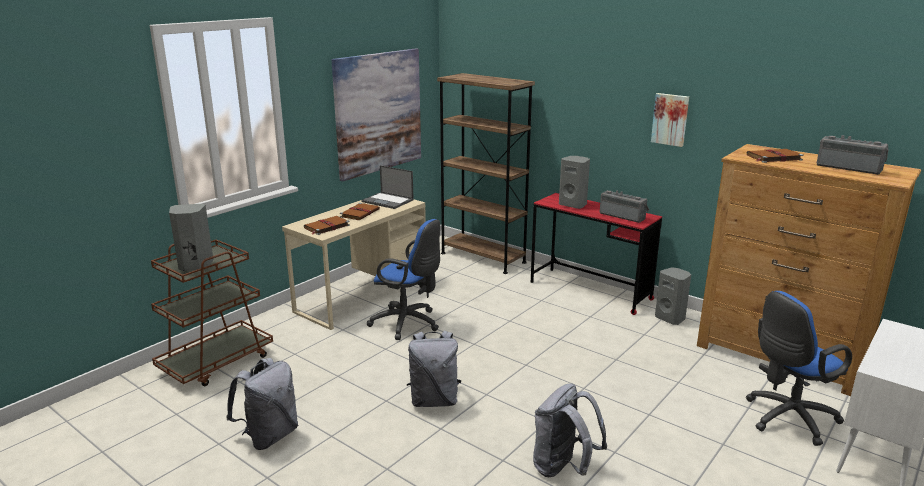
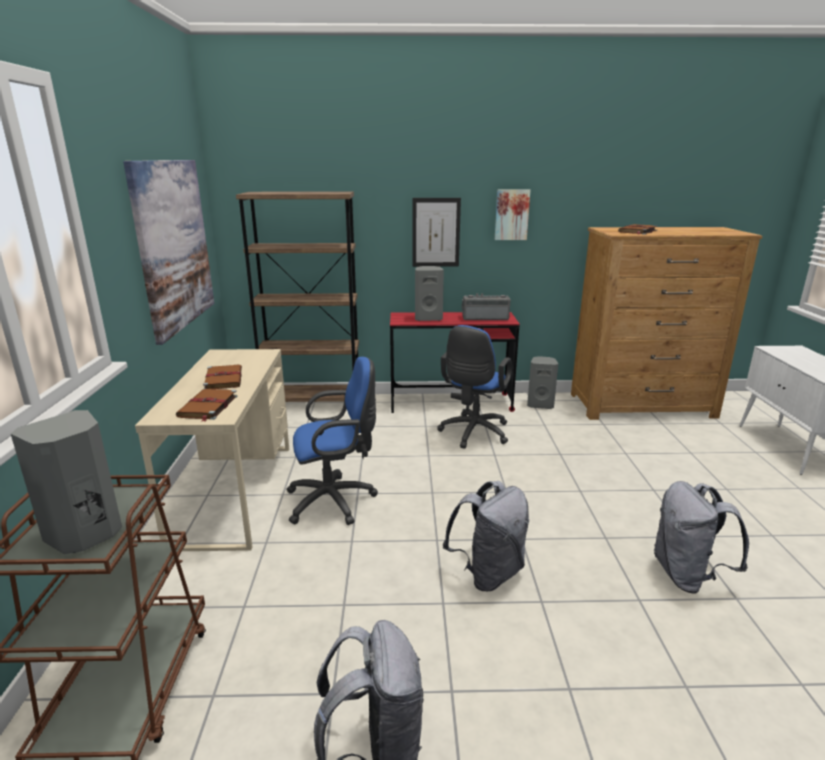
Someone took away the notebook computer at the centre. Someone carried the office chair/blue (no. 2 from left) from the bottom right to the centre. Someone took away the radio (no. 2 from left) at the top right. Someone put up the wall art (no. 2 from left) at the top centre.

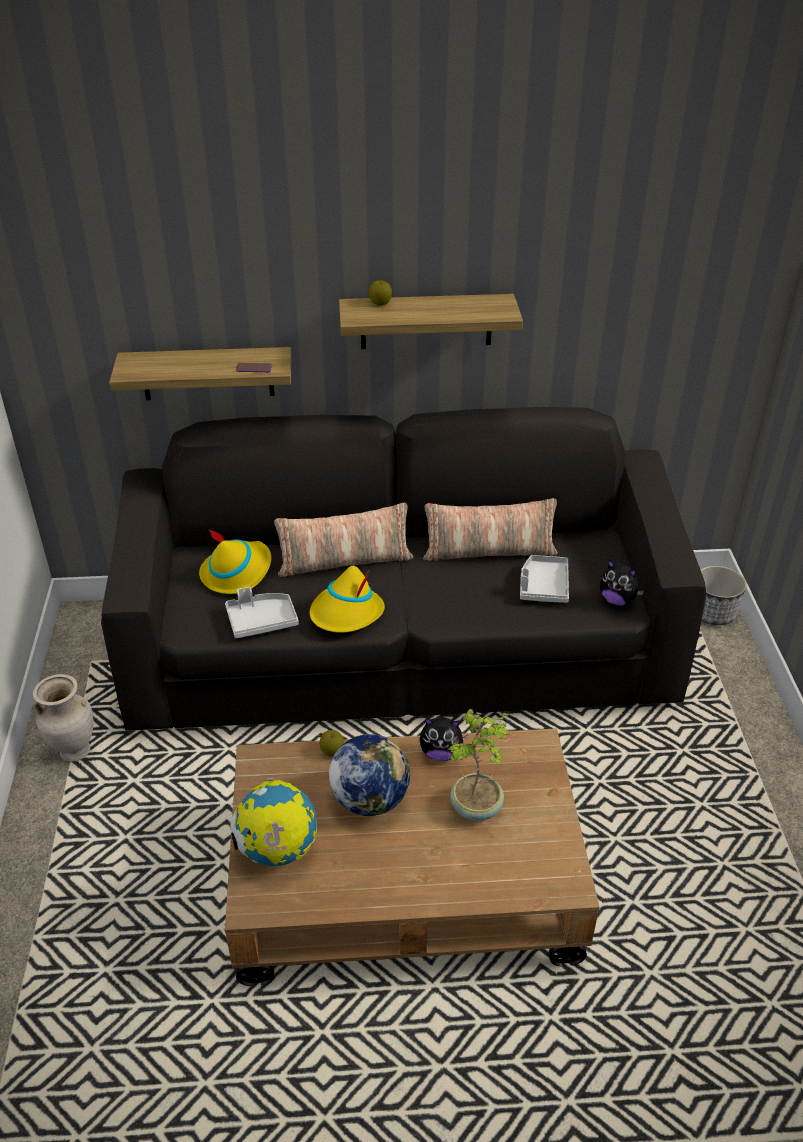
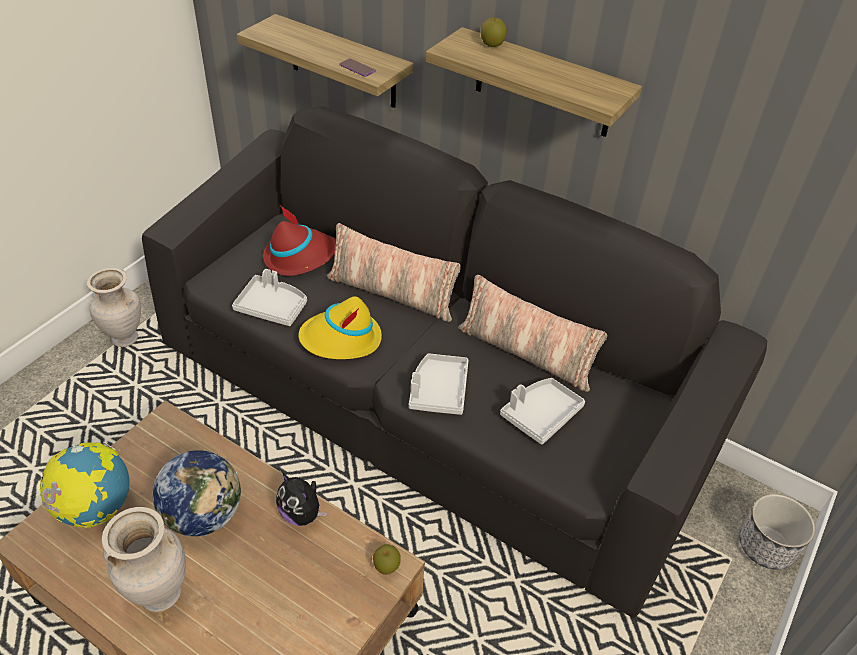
Someone repainted the clothing hat/yellow (no. 1 from left) at the middle left, which became the clothing hat/red at the centre. Someone carried the whole apple (no. 1 from left) from the centre to the bottom centre. Someone took away the plant in a pot at the bottom centre. Someone took away the plush toy (no. 2 from left) at the middle right. Someone put down the decorative vase/beige (no. 2 from left) at the bottom left. Someone put down the carrying tray/gray (no. 2 from left) at the centre.

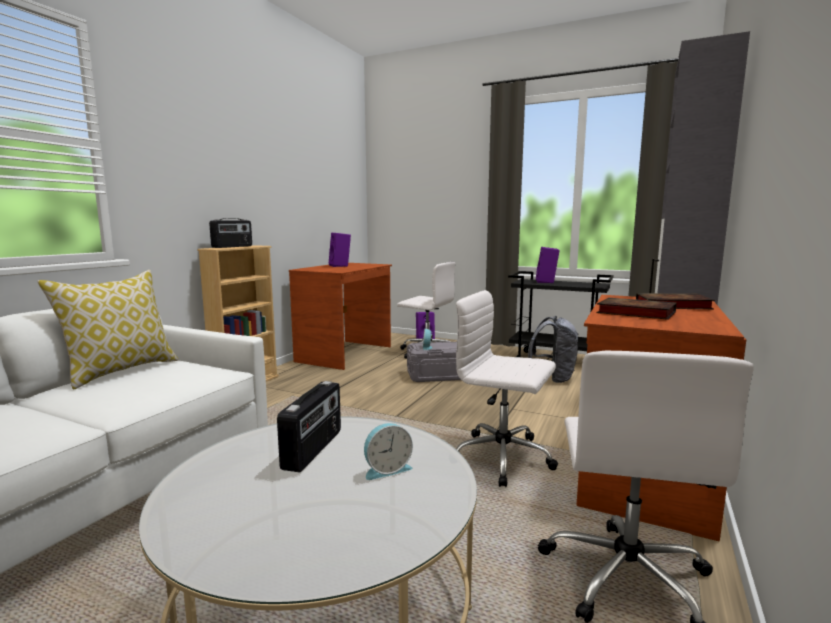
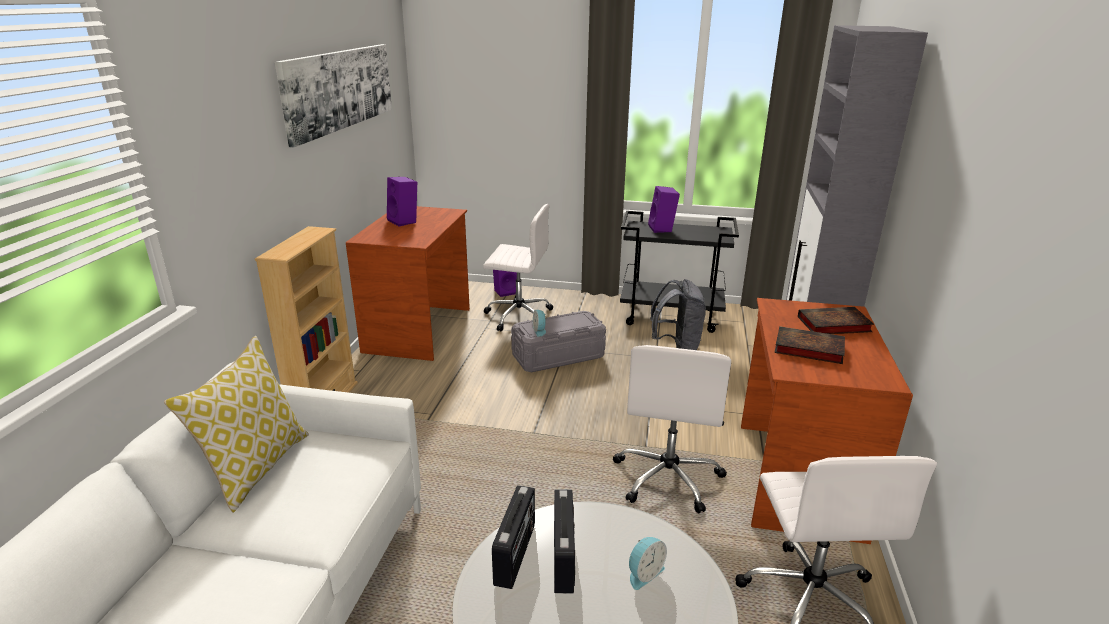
Someone carried the radio (no. 1 from left) from the middle left to the bottom centre. Someone rotated the office chair/white-coloured (no. 2 from left) at the centre by 90 degrees counterclockwise. Someone put up the wall art at the top left.

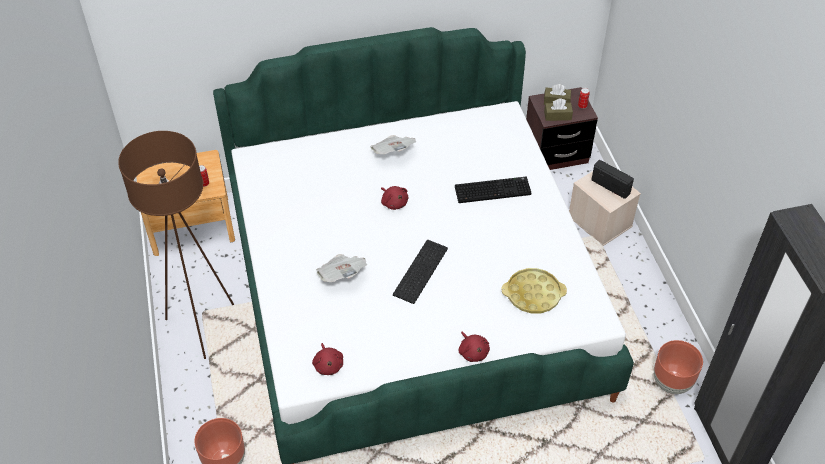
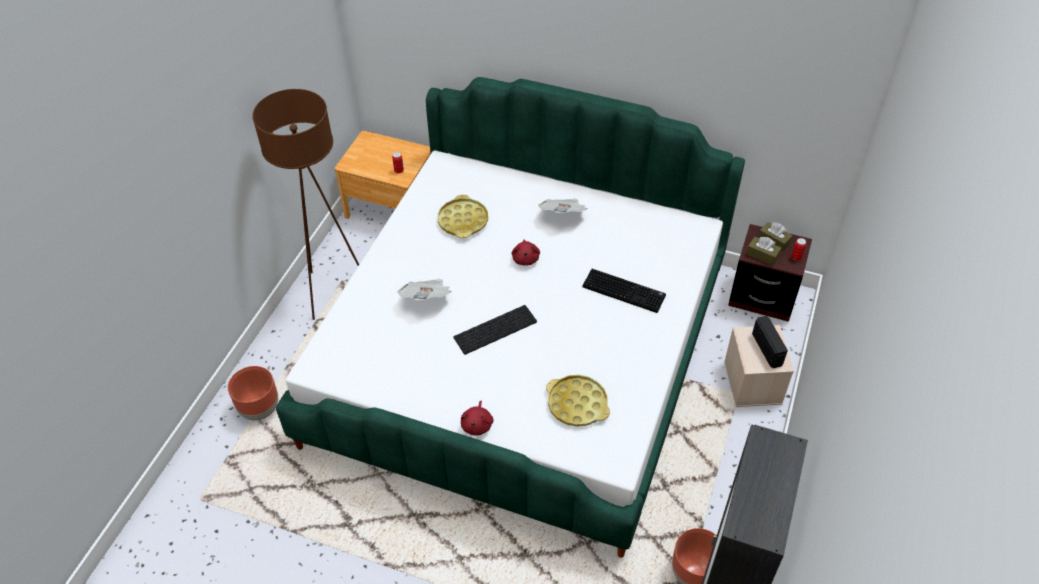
Someone took away the plush toy/red (no. 1 from left) at the bottom centre. Someone put down the carrying tray/yellow (no. 1 from left) at the centre.

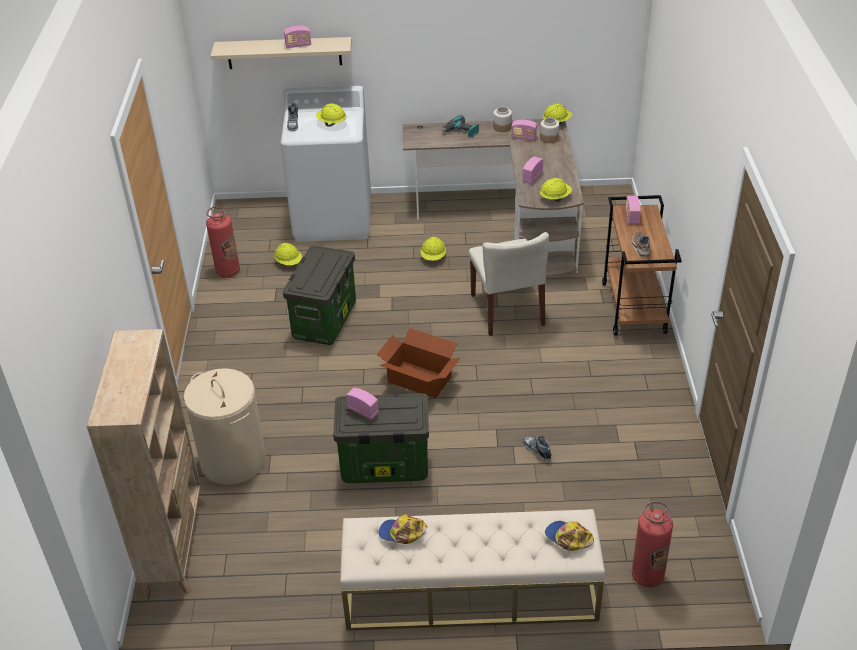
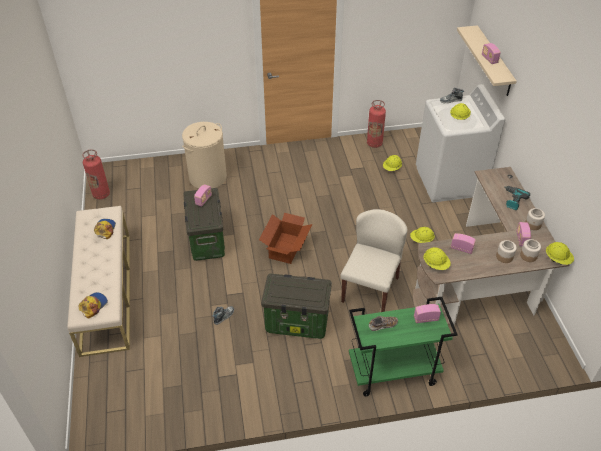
Someone took away the shelving unit/beige at the bottom left. Someone carried the storage box (no. 1 from left in the first image) from the centre to the bottom centre. Someone rotated the upright chair/beige at the centre by 135 degrees clockwise. Someone repainted the wheeled cart/brown at the middle right, which became the wheeled cart/greenish at the bottom right. Someone carried the extinguisher (no. 2 from left in the first image) from the bottom right to the middle left. Someone put down the storage jar (no. 1 from left) at the middle right.

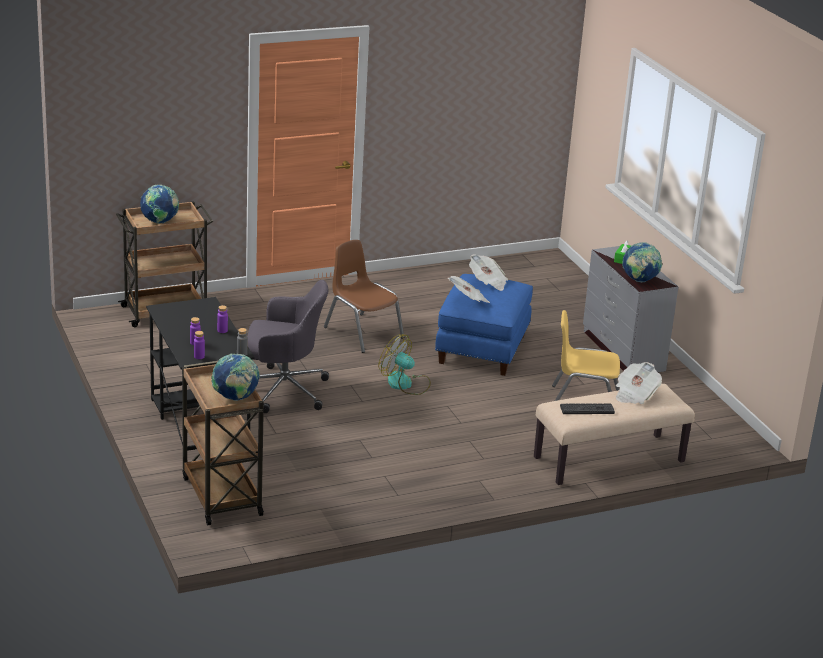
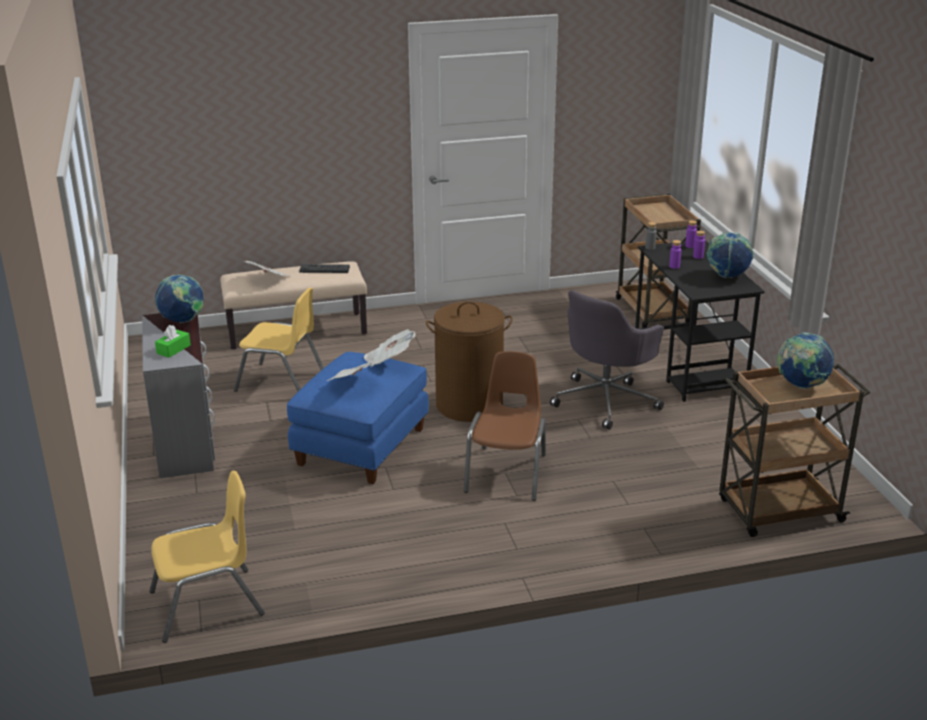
Someone carried the world globe (no. 2 from left) from the middle left to the middle right. Someone rotated the office chair/gray at the centre by 60 degrees counterclockwise. Someone rotated the upright chair/brown at the centre by 135 degrees counterclockwise. Someone swapped the electric fan at the centre for the laundry basket/brown at the centre. Someone put down the upright chair/yellow (no. 1 from left) at the bottom left.

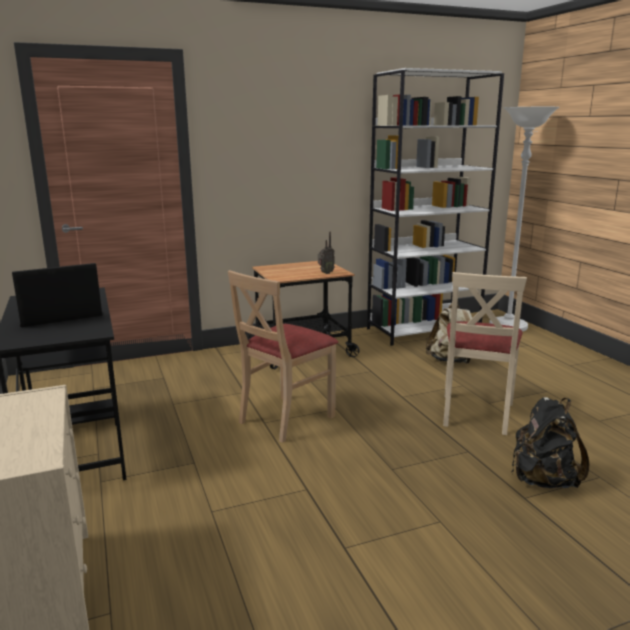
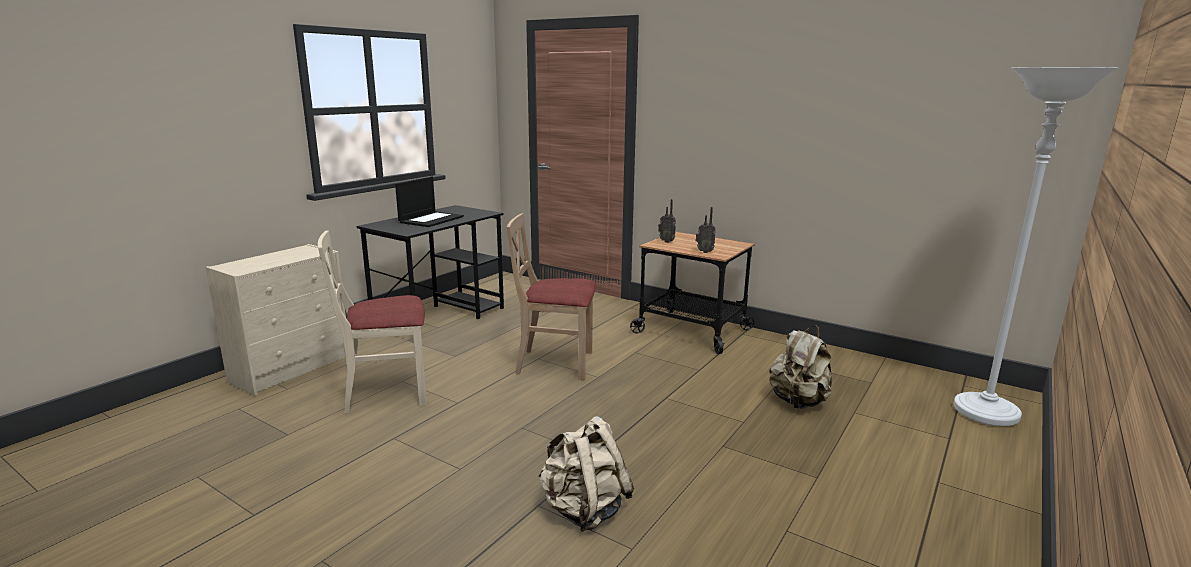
Someone rotated the notebook computer at the middle left by 90 degrees clockwise. Someone took away the shelving unit/white-coloured at the top right. Someone carried the upright chair/beige (no. 2 from left in the first image) from the middle right to the middle left. Someone repainted the knapsack/blackish at the bottom right, which became the knapsack/beige (no. 1 from left) at the bottom centre. Someone put down the radio (no. 1 from left) at the centre.

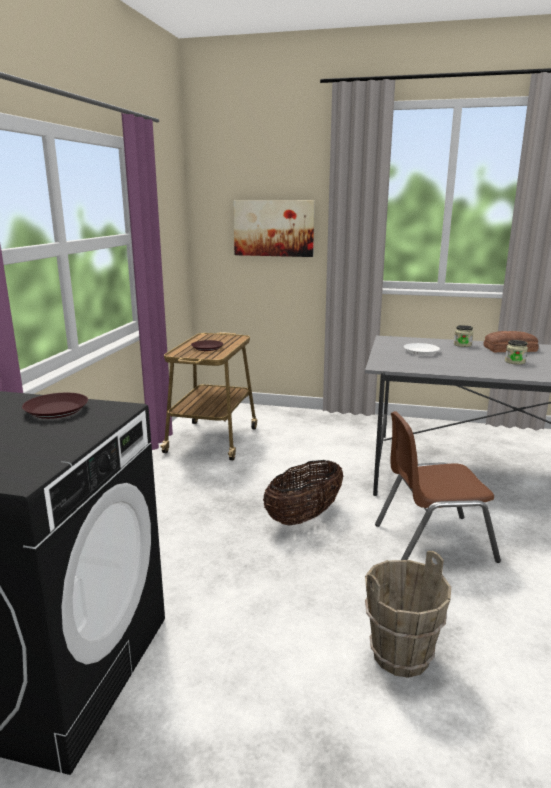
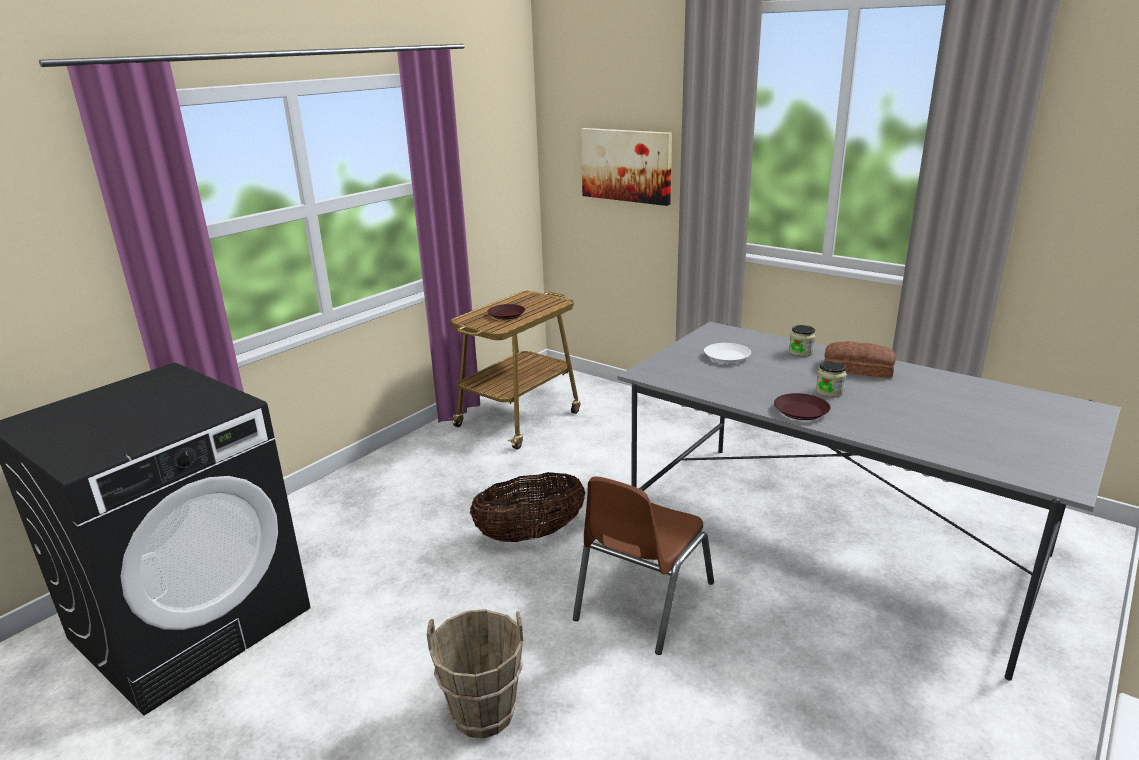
Someone carried the plate/brown (no. 1 from left in the first image) from the middle left to the middle right. Someone rotated the upright chair/brown at the middle right by 75 degrees counterclockwise.

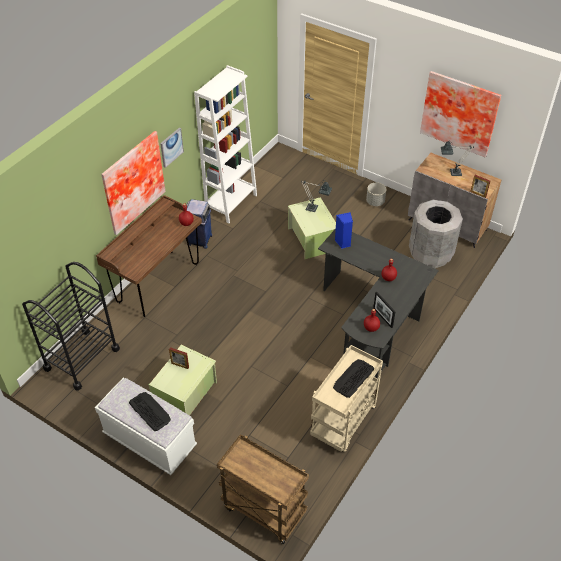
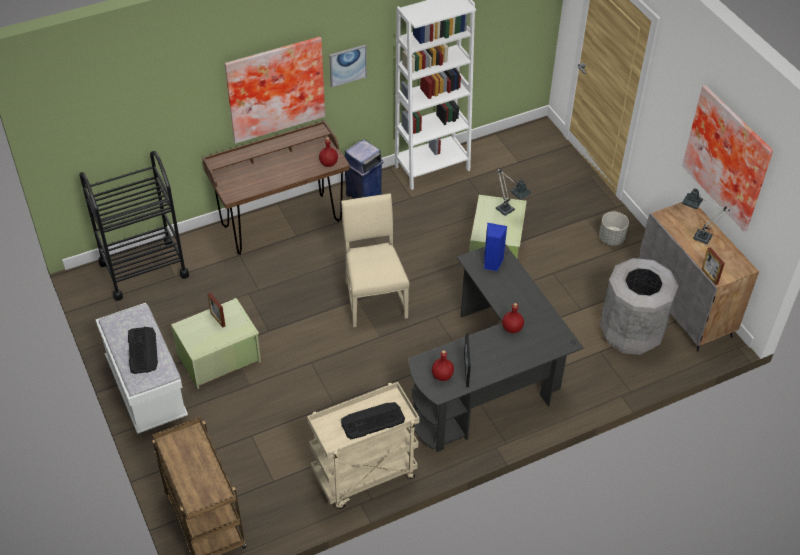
Someone put down the upright chair/beige at the centre.

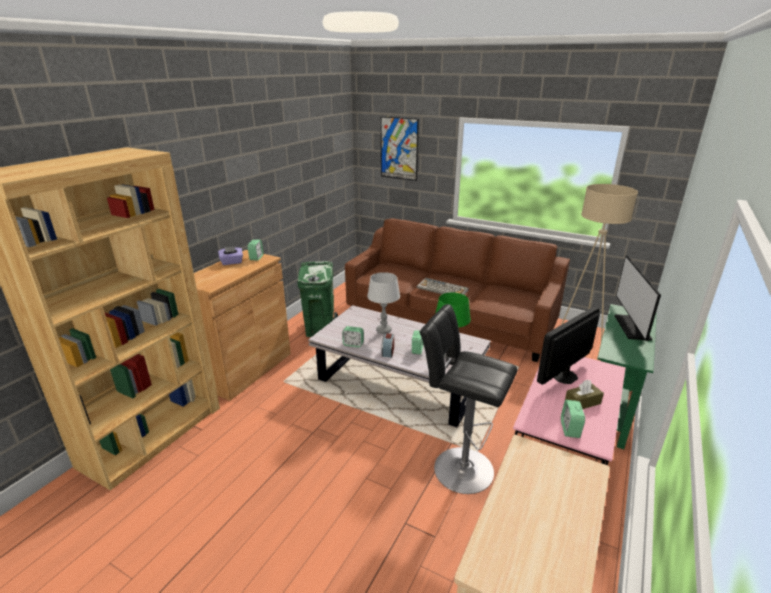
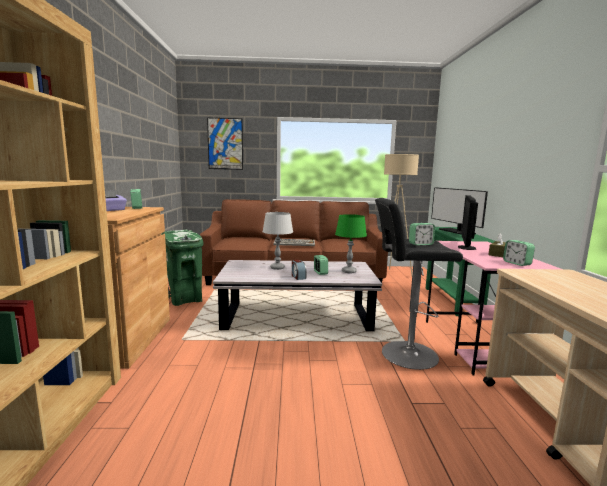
Someone carried the bedside clock (no. 2 from left in the first image) from the centre to the middle right.

